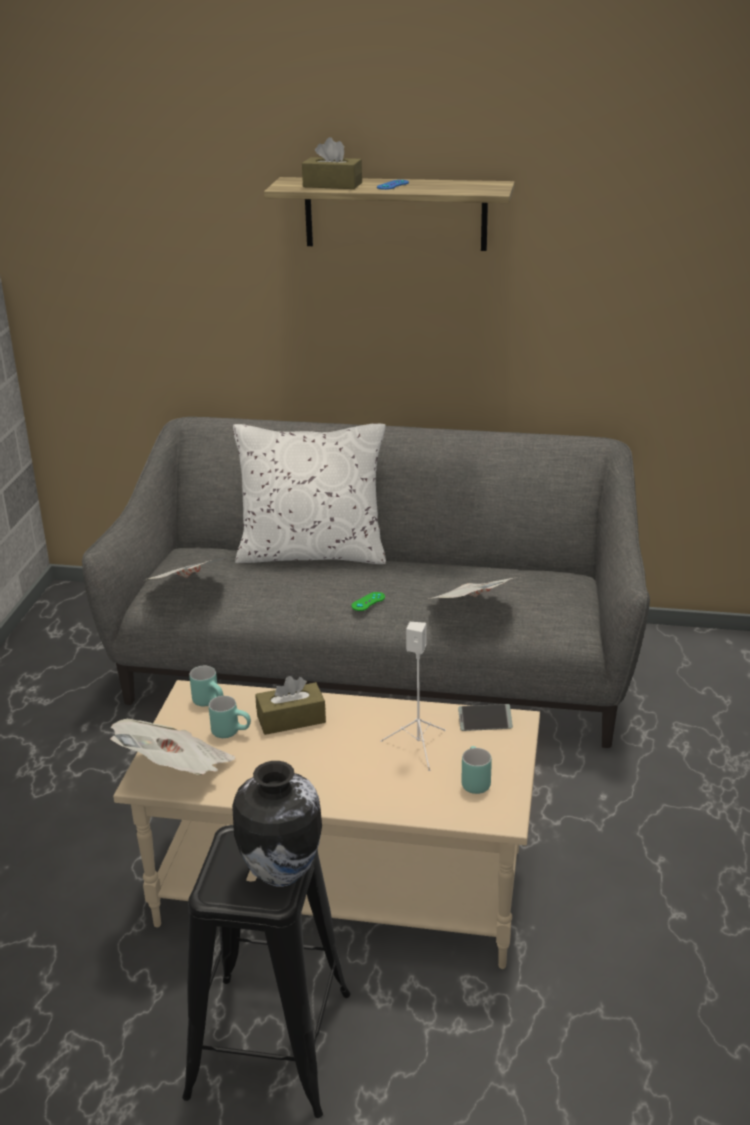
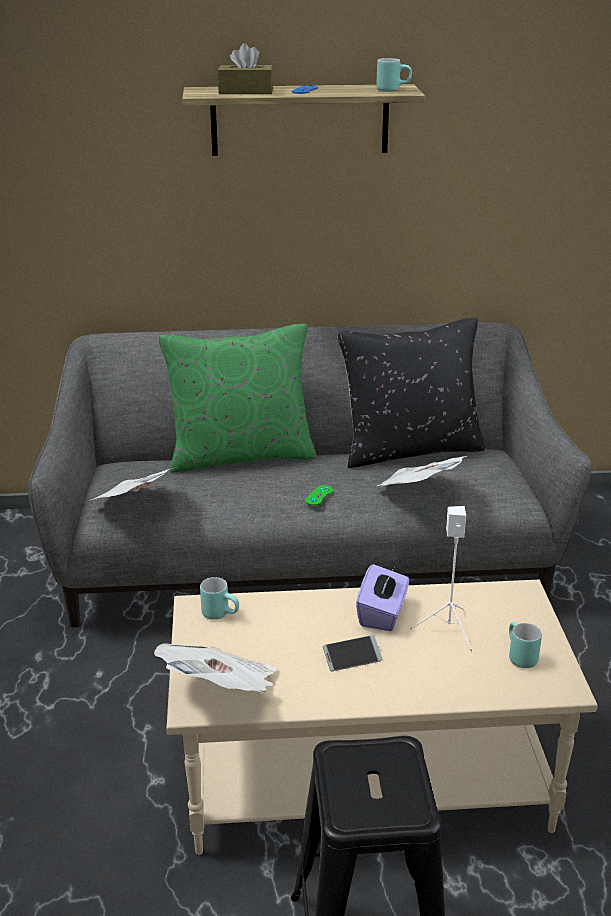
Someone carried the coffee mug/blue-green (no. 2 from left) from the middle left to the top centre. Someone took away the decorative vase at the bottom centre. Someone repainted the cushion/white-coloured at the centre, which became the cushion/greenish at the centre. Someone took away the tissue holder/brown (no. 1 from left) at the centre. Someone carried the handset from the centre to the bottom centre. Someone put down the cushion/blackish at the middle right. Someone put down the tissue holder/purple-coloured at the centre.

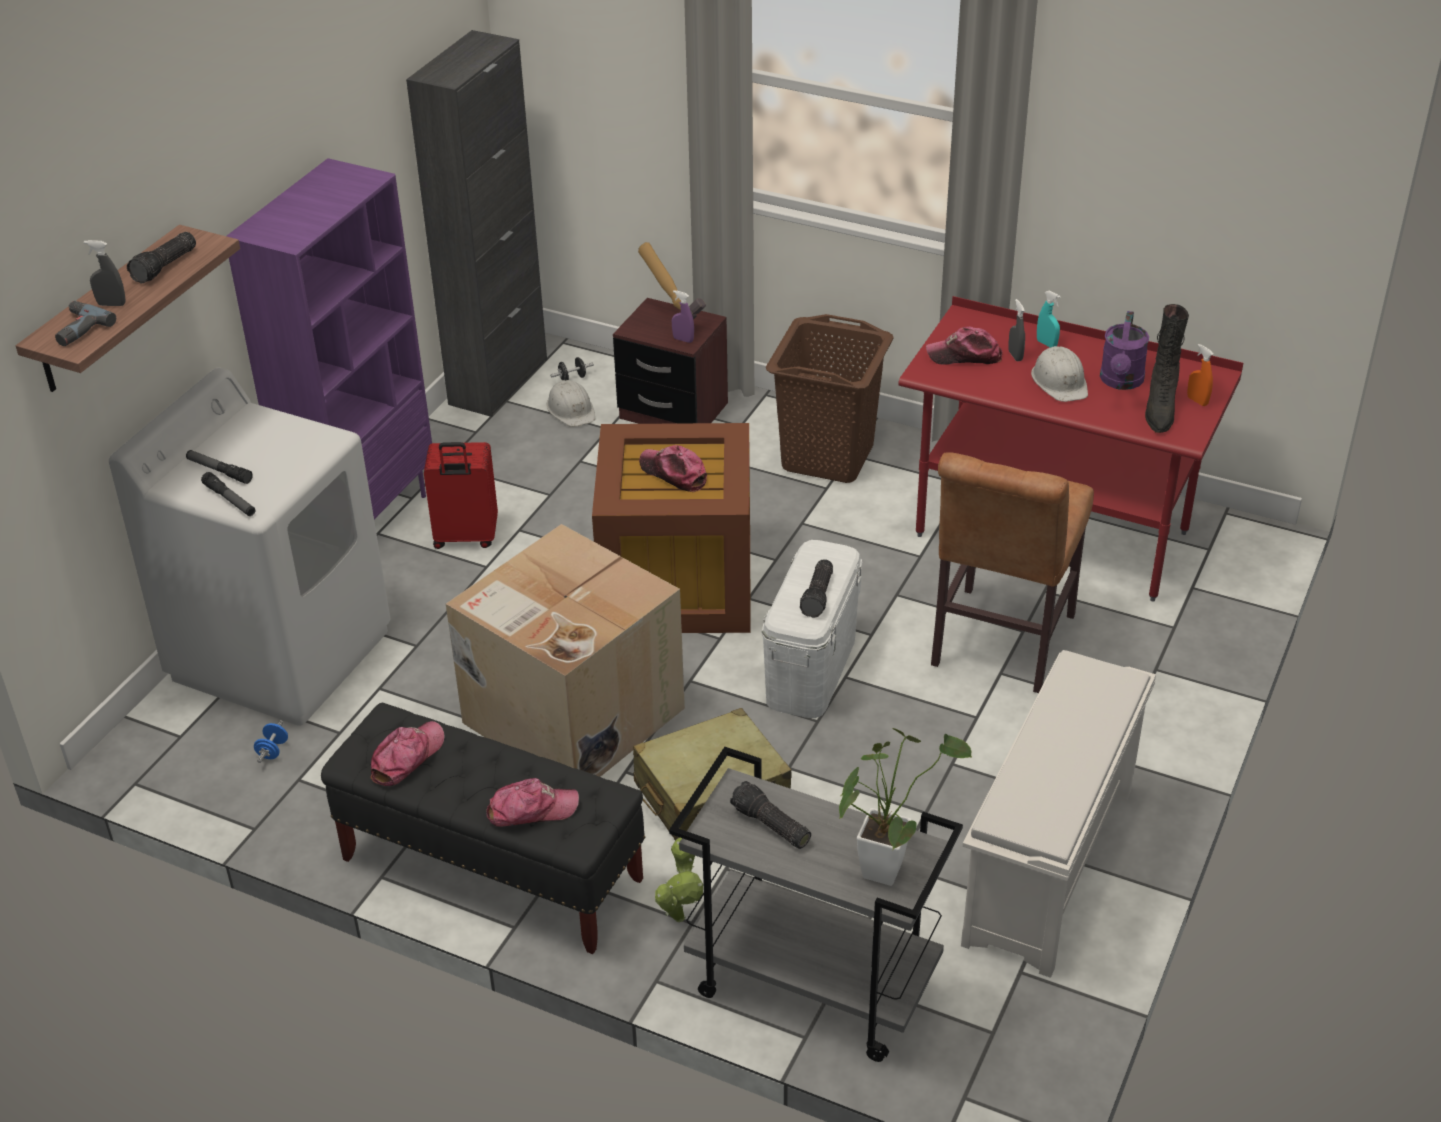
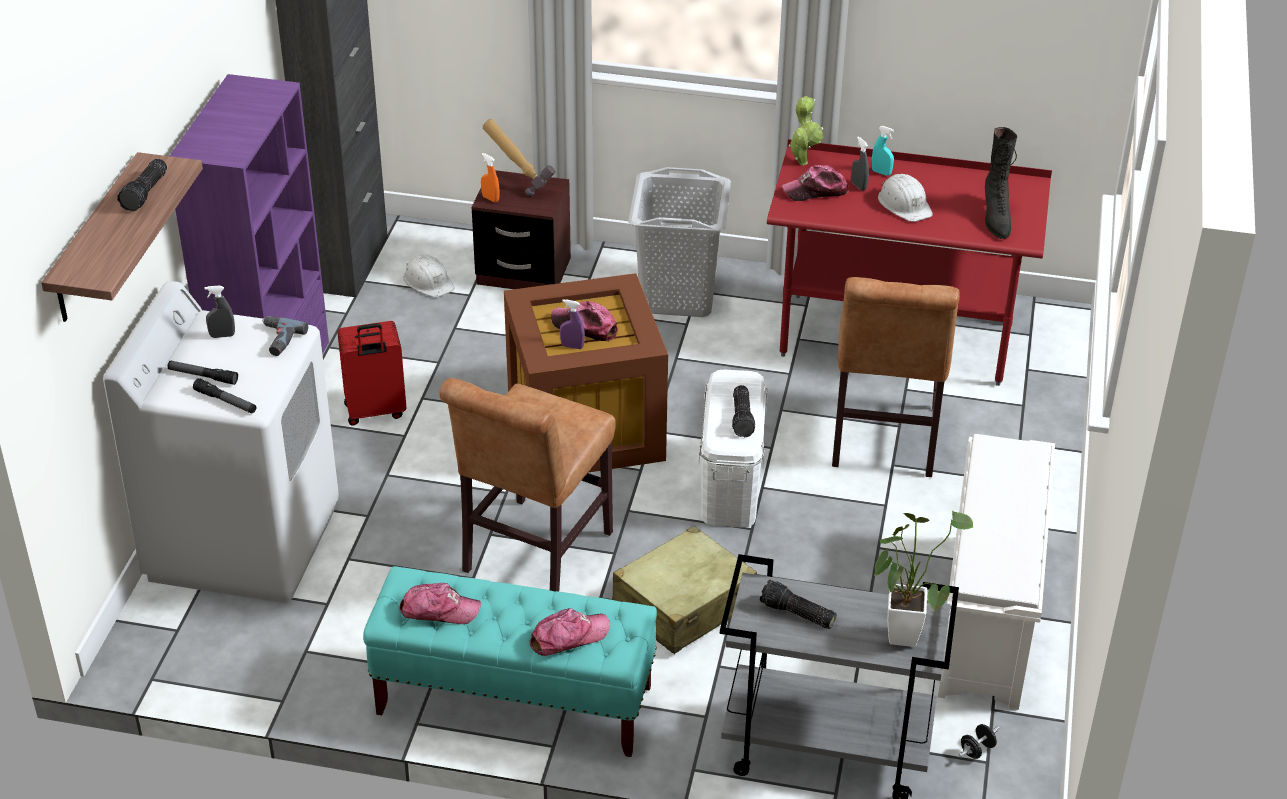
Someone carried the electric drill from the top left to the middle left. Someone carried the spray bottle/gray (no. 1 from left) from the top left to the middle left. Someone took away the hand weight/blue at the middle left. Someone repainted the long seat/blackish at the bottom centre, which became the long seat/blue-green at the bottom centre. Someone rotated the baseball cap (no. 1 from left) at the bottom left by 75 degrees clockwise. Someone swapped the packing box at the centre for the upright chair/brown (no. 1 from left) at the centre. Someone carried the hand weight/blackish from the top centre to the bottom right. Someone carried the plant in a pot (no. 1 from left) from the bottom centre to the top centre. Someone carried the spray bottle/purple-coloured from the top centre to the centre. Someone repainted the laundry basket/brown at the centre, which became the laundry basket/gray at the top centre. Someone took away the sprinkling can/purple-coloured at the top right. Someone carried the spray bottle/orangey from the middle right to the top centre.

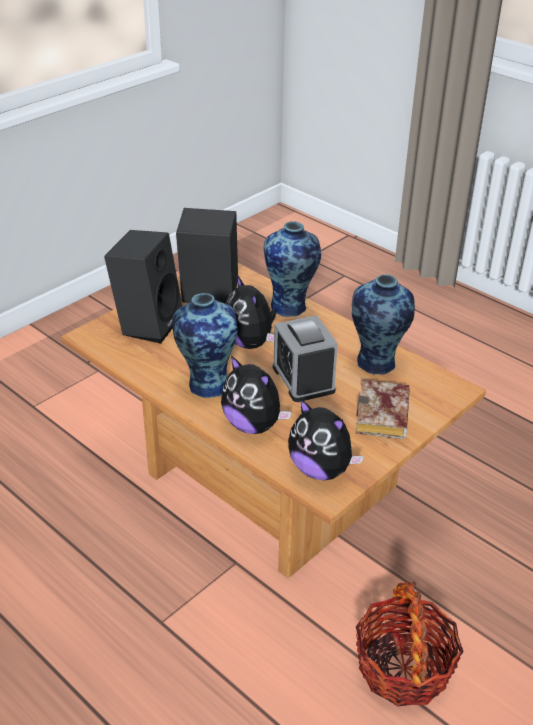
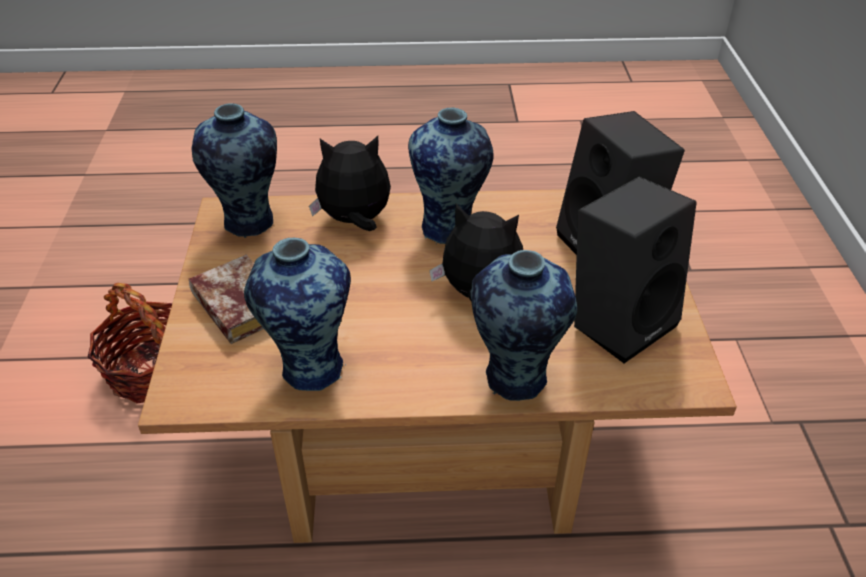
Someone took away the bedside clock at the centre. Someone swapped the plush toy (no. 3 from left) at the centre for the decorative vase (no. 1 from left) at the top left.

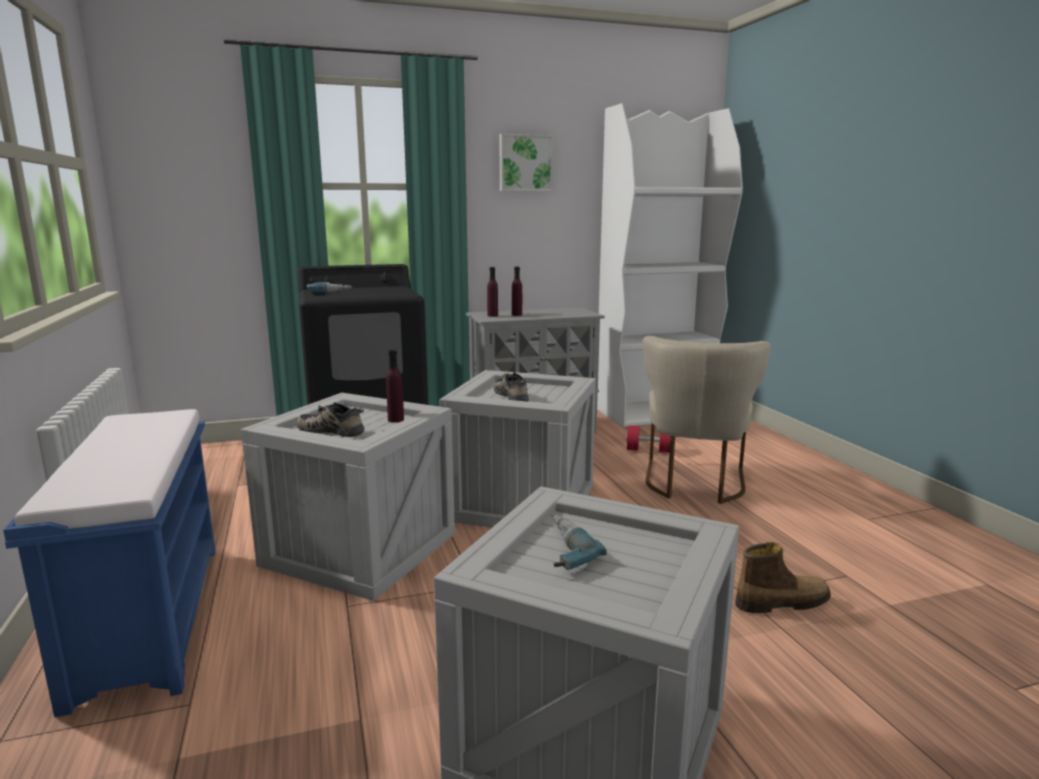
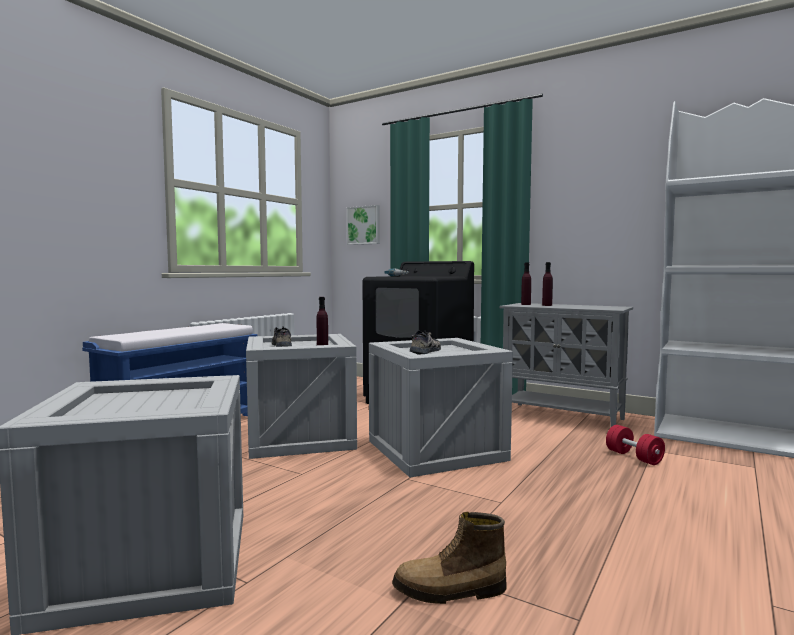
Someone carried the wall art from the top centre to the centre. Someone took away the electric drill (no. 2 from left) at the bottom centre. Someone took away the upright chair/beige at the middle right. Someone rotated the high-top boot at the bottom right by 135 degrees clockwise.

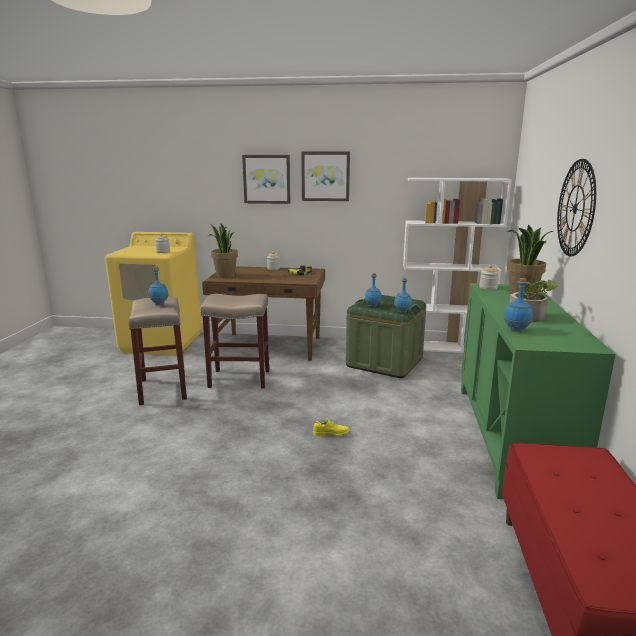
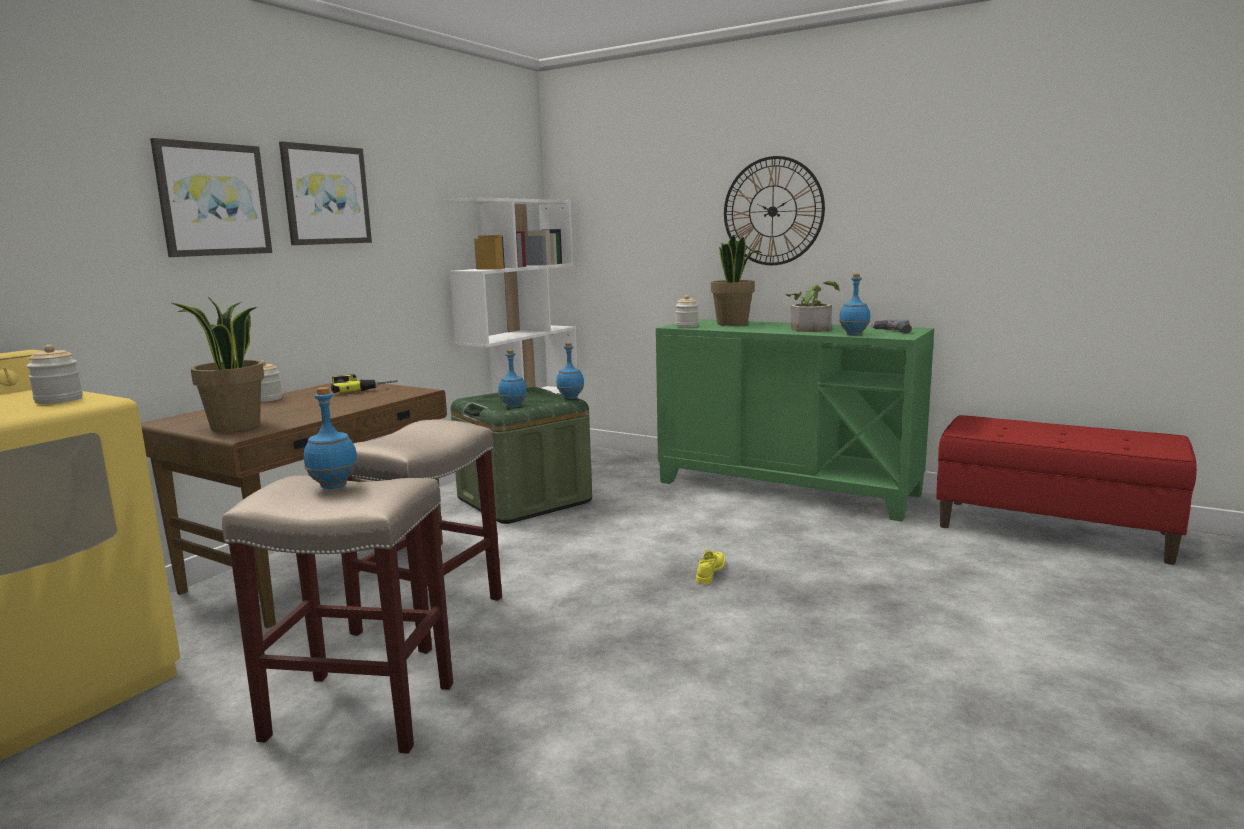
Someone put down the electric drill (no. 2 from left) at the middle right.

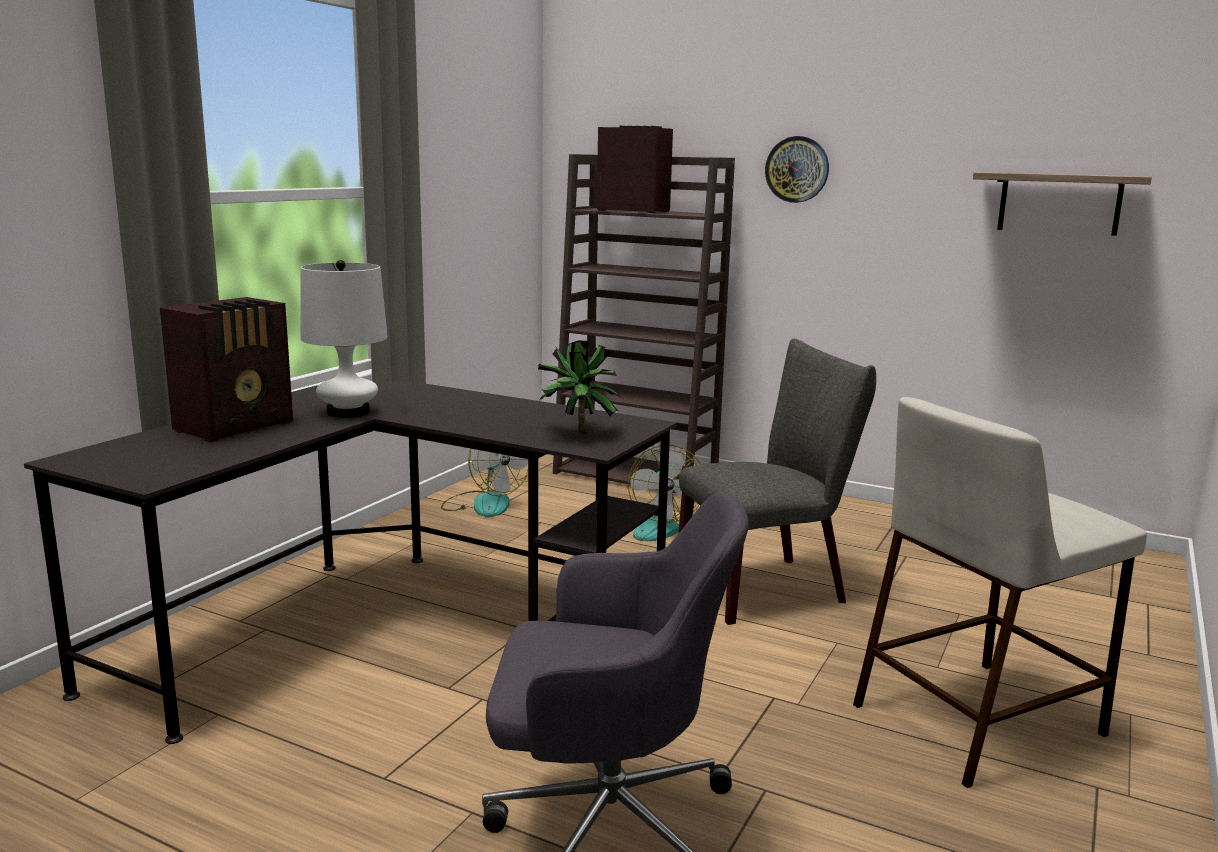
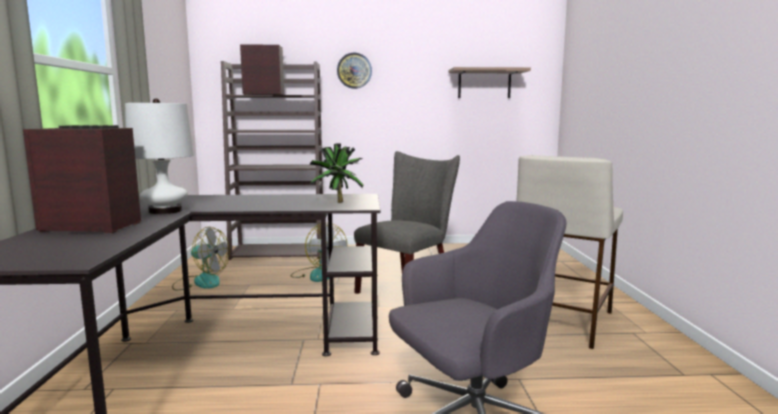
Someone rotated the radio (no. 1 from left) at the middle left by 90 degrees counterclockwise.

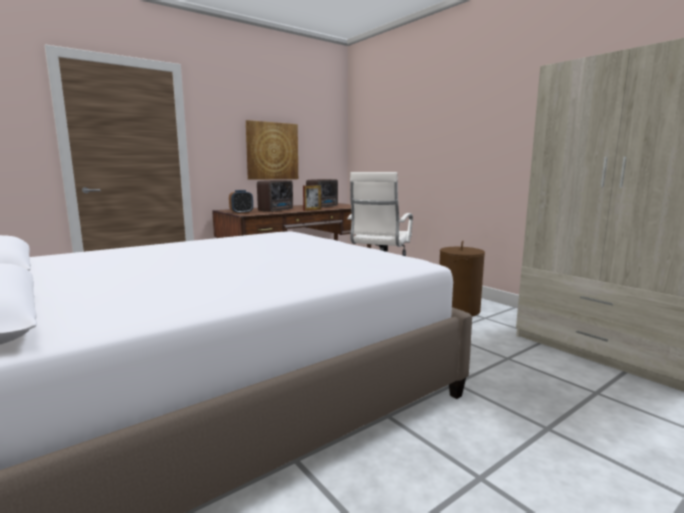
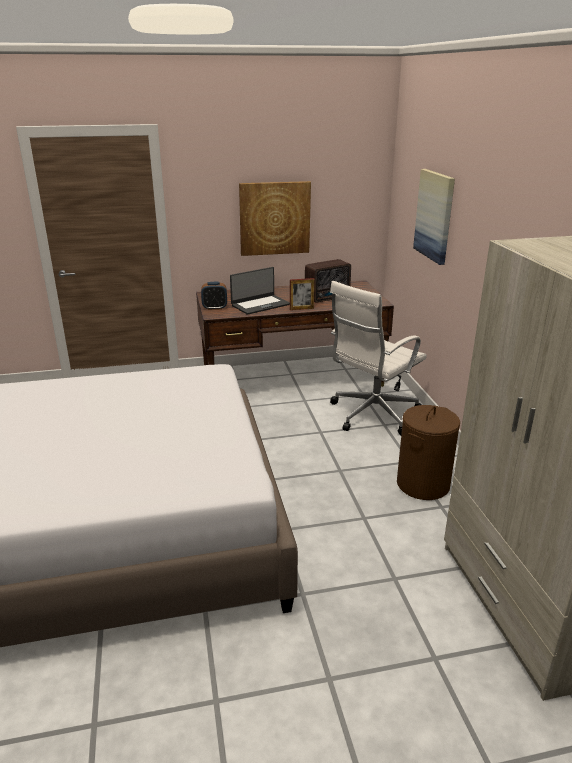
Someone swapped the radio (no. 1 from left) at the centre for the notebook computer at the centre. Someone put up the wall art (no. 2 from left) at the top right.

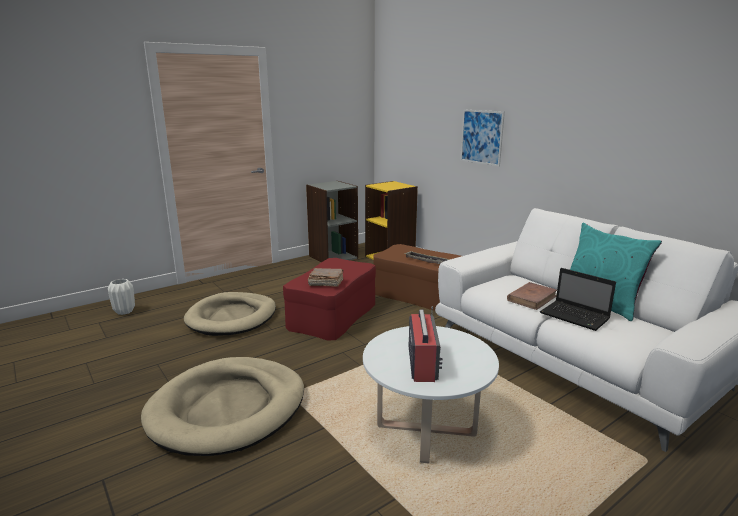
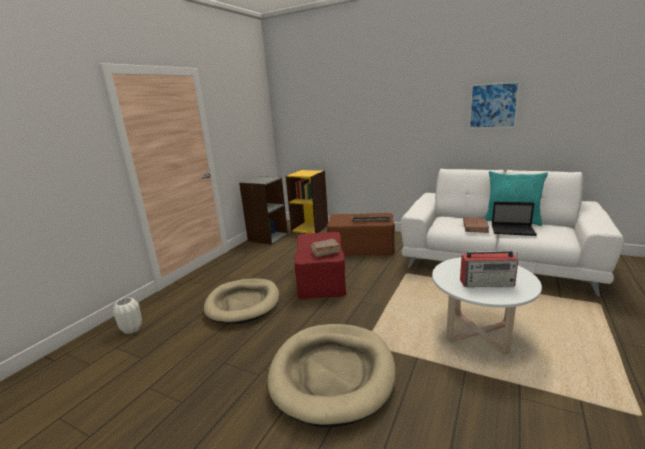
Someone rotated the radio at the bottom centre by 120 degrees clockwise. Someone carried the wall art from the top centre to the top right.

